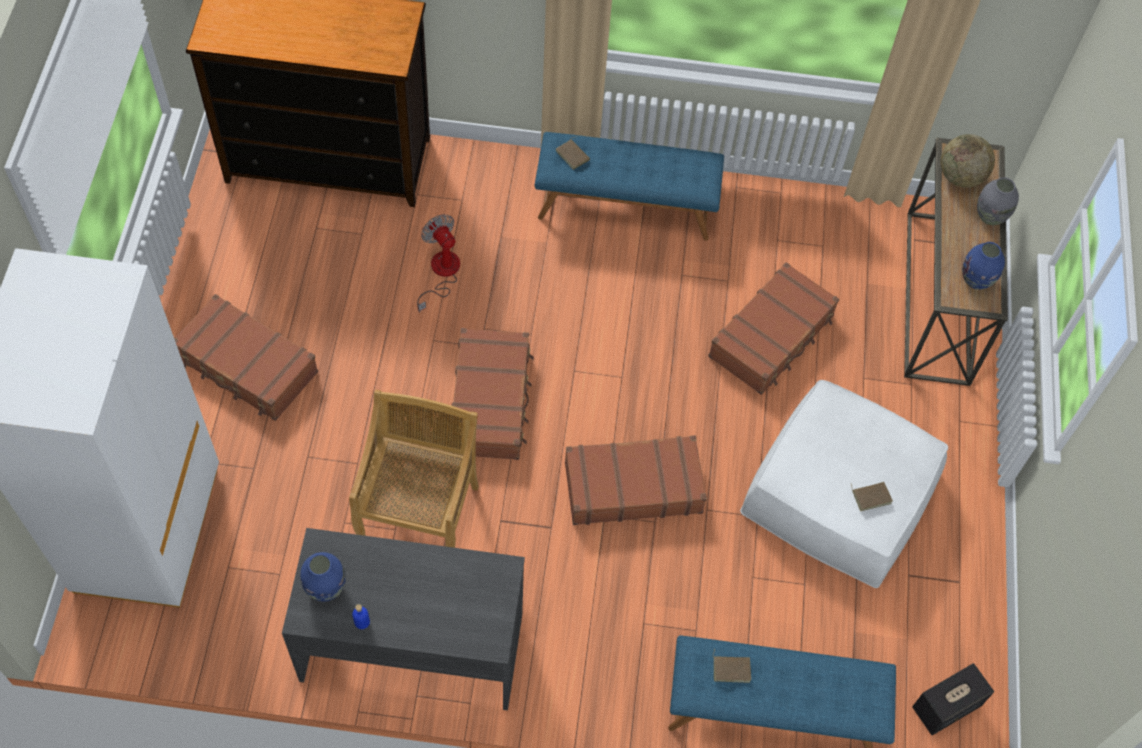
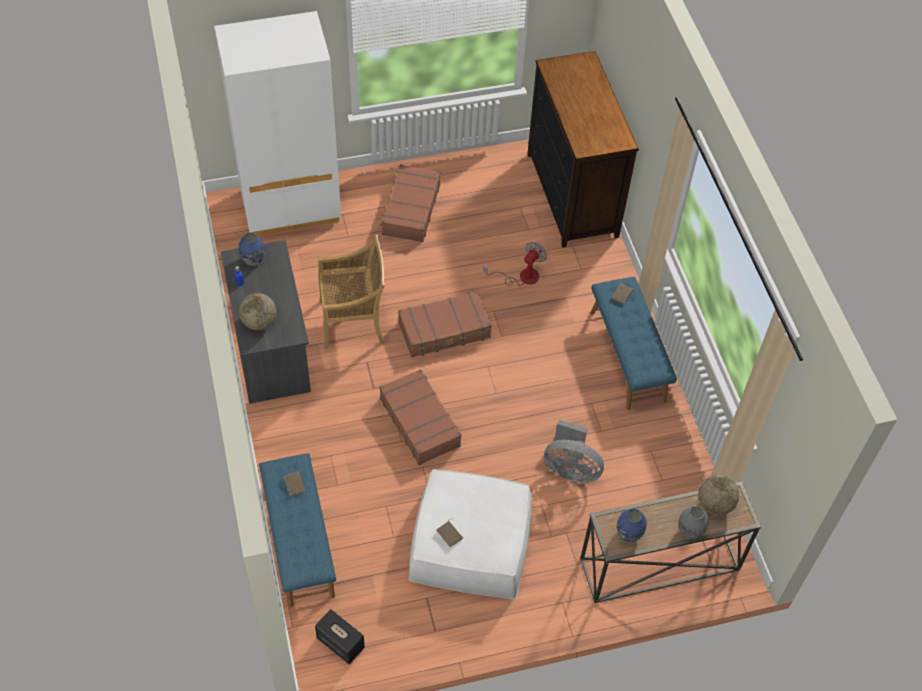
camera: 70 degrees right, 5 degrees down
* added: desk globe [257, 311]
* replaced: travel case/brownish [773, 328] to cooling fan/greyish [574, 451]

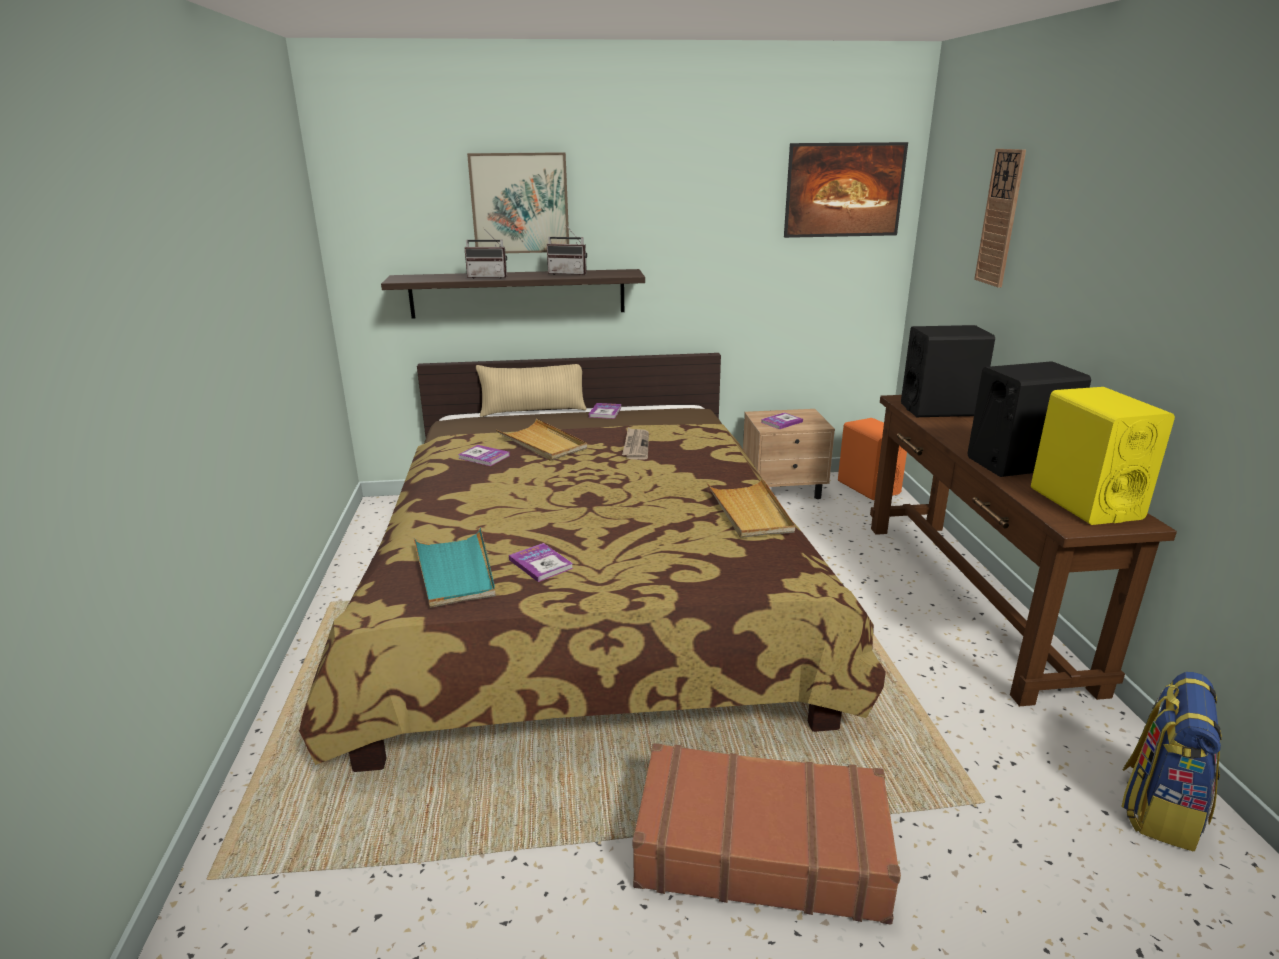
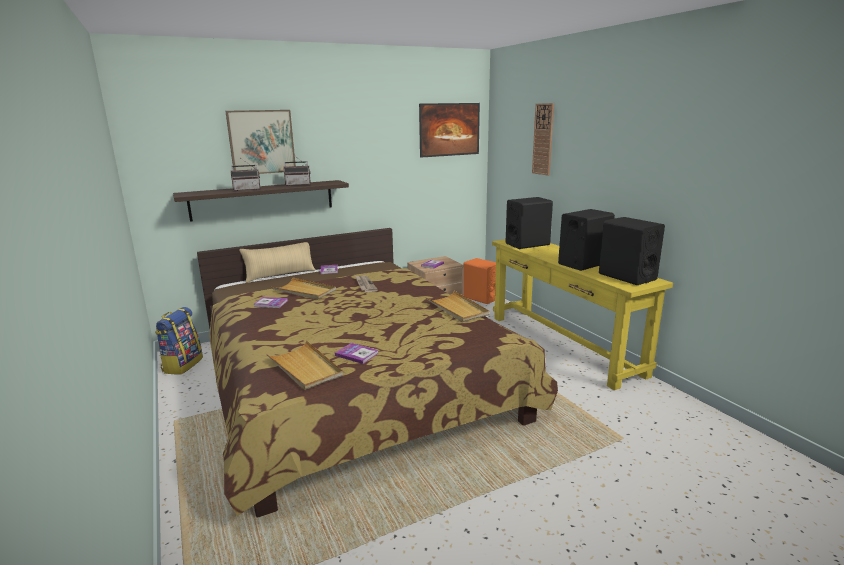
camera: 20 degrees left, 5 degrees down
* moved: knapsack [1171, 762] to [179, 341]
* recoloured: carrying tray/turquoise [454, 568] to carrying tray/beige-coloured [304, 365]
* recoloured: hall table/brownish [1023, 550] to hall table/yellow [582, 314]
* recoloured: speaker/yellow [1103, 456] to speaker/black-coloured [632, 251]
* removed: travel case/brownish [767, 834]

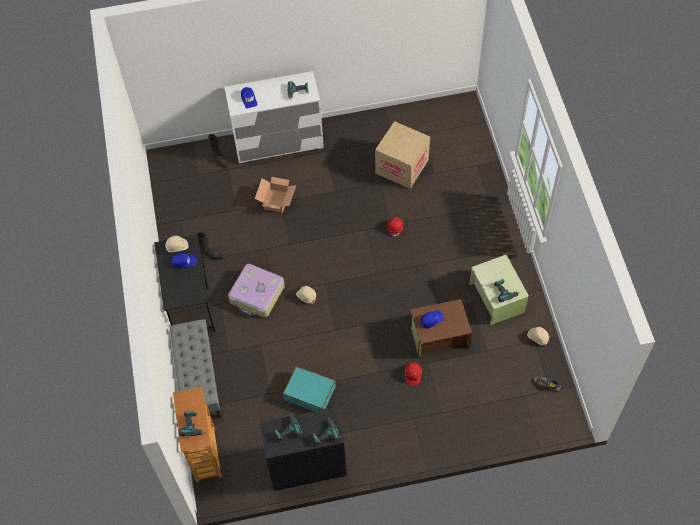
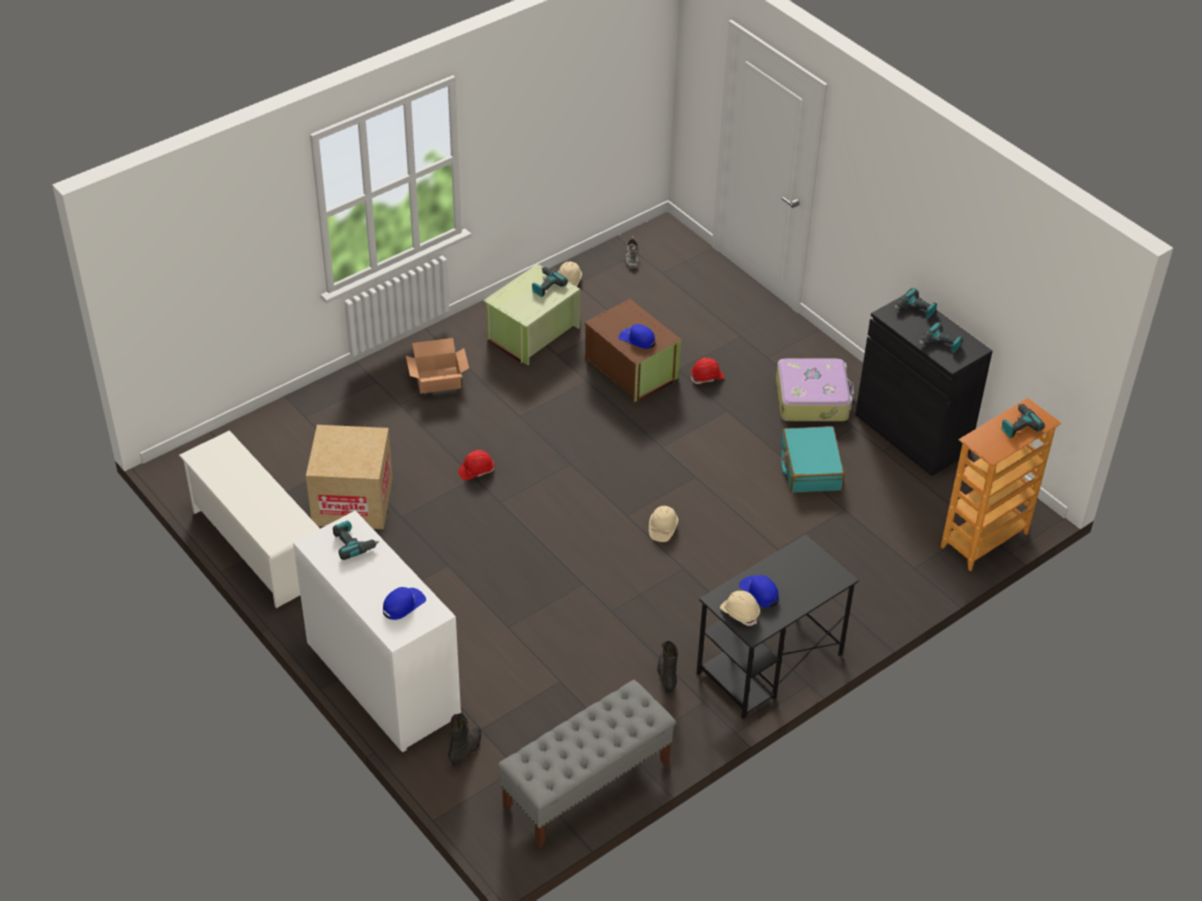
camera: 120 degrees left, 15 degrees down
* added: shoe rack/white [249, 519]
* moved: cardboard box [275, 195] to [437, 366]
* moved: long seat/greyish [196, 368] to [587, 764]
* moved: travel case [256, 291] to [815, 390]

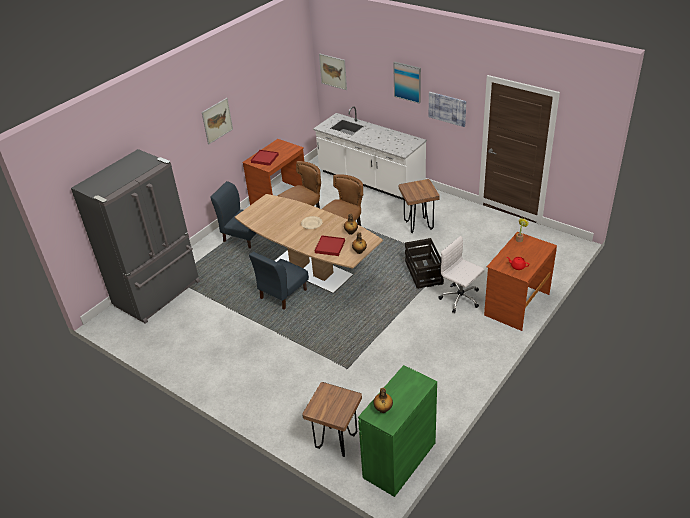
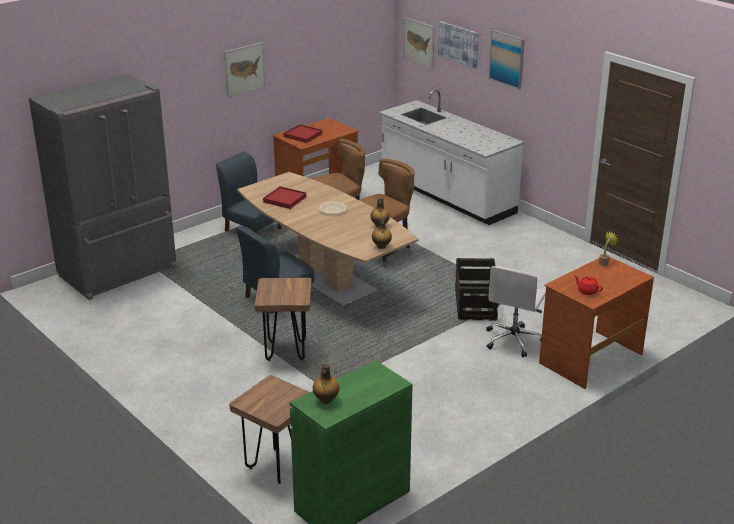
camera: 10 degrees right, 10 degrees down
* moved: sitting stool/brownish [419, 206] to [283, 319]
* moved: carrying tray/red [330, 245] to [284, 197]
* moved: wall art [447, 109] to [458, 45]
* turned: computer chair/white [462, 274] = [516, 311] 120 degrees counterclockwise

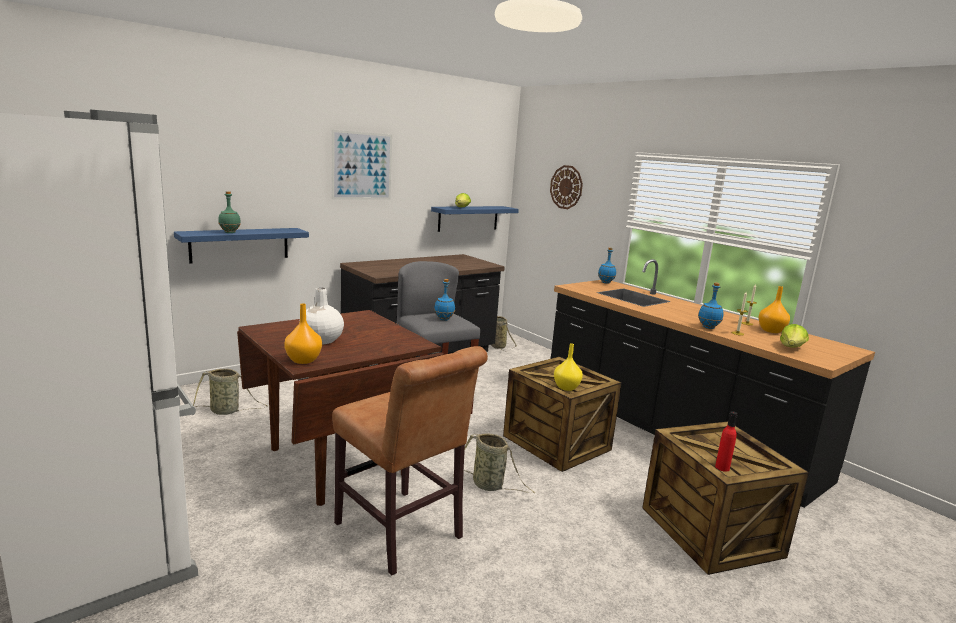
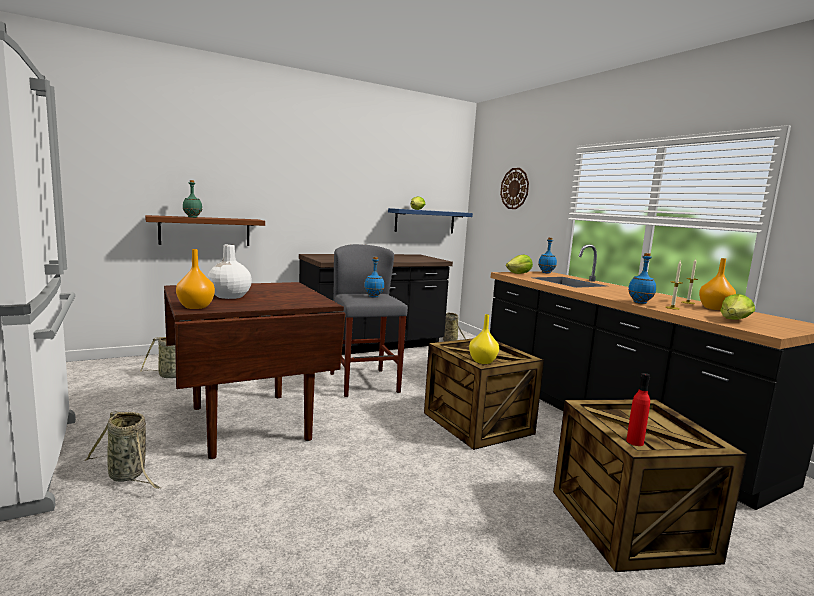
camera: 10 degrees right, 5 degrees down
* moved: storage basket [494, 463] to [123, 450]
* recoloured: shelf/bluish [241, 246] to shelf/brownish [205, 230]
* added: head of lettuce [519, 264]
* removed: wall art [362, 165]
* removed: plain chair/brownish [410, 460]

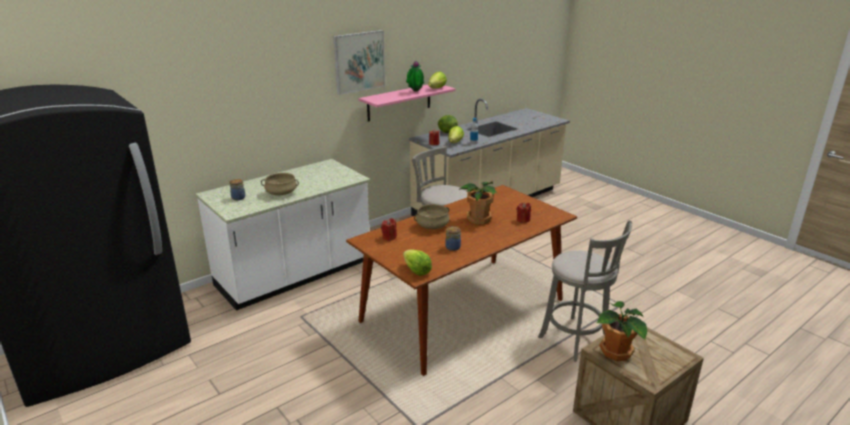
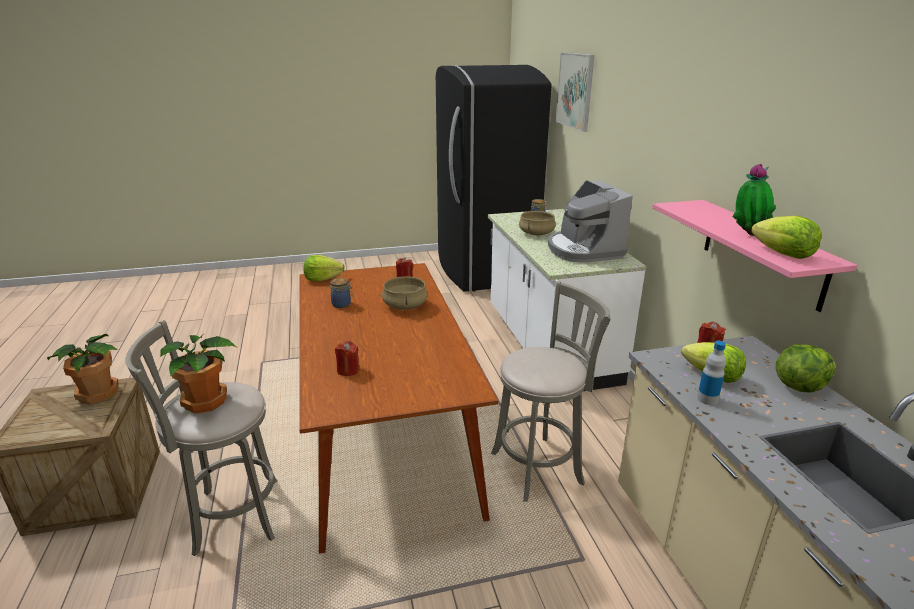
camera: 115 degrees right, 0 degrees up
* moved: plant in a pot [477, 203] to [198, 373]
* added: coffee brewer [590, 221]
* moved: wall art [359, 62] to [575, 92]

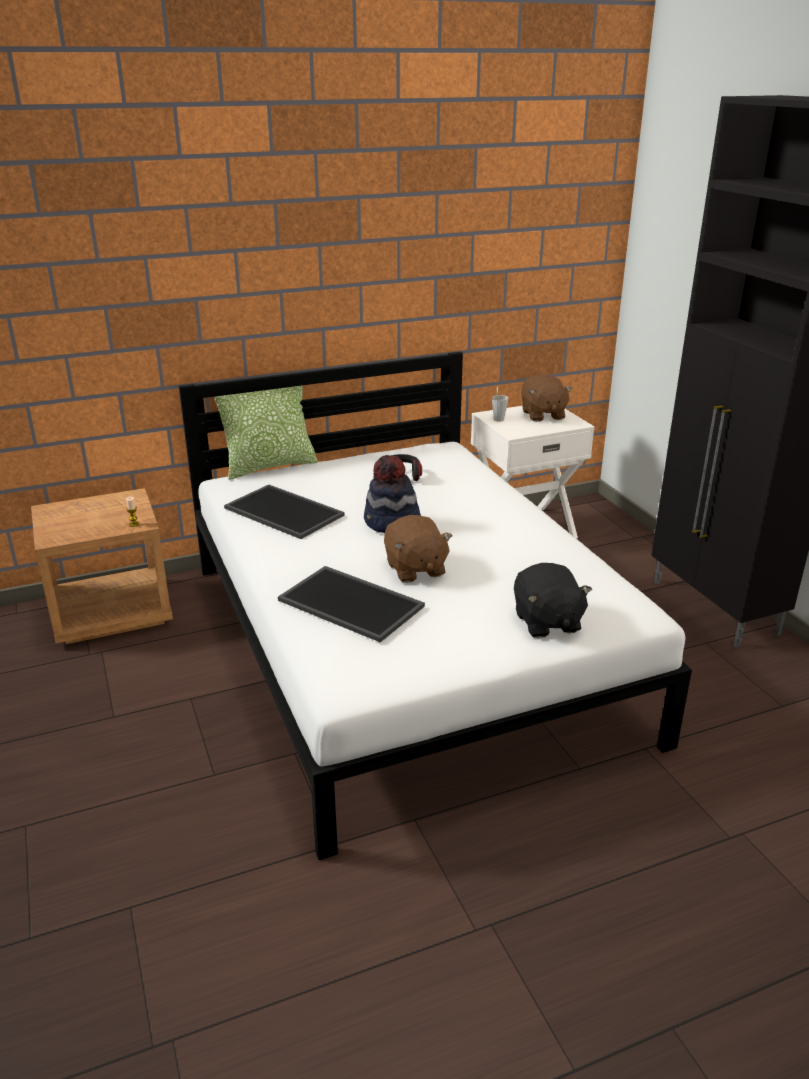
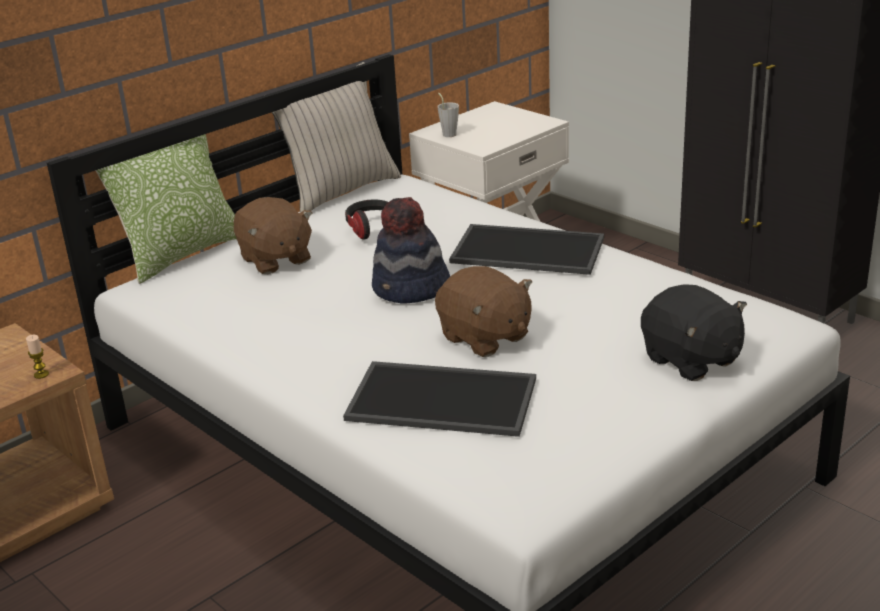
camera: 20 degrees left, 0 degrees up
* moved: cuddly toy/brownish [547, 398] to [273, 235]
* added: throw pillow/beige-coloured [336, 137]
* moved: carrying tray [284, 511] to [526, 249]

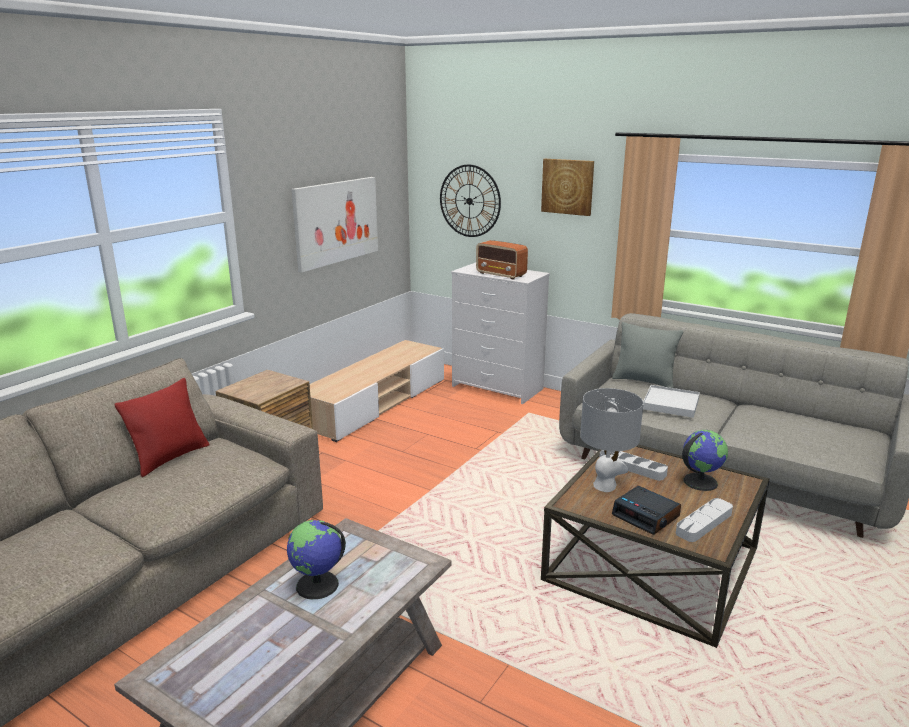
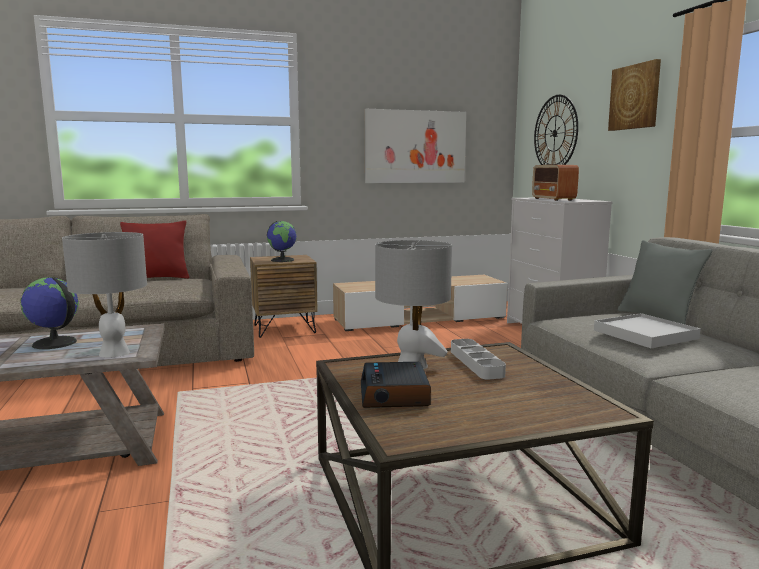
camera: 40 degrees right, 10 degrees down
* added: tabletop lamp/greyish [104, 295]
* moved: desk globe [705, 460] to [281, 241]
* removed: carrying tray/greyish [704, 520]

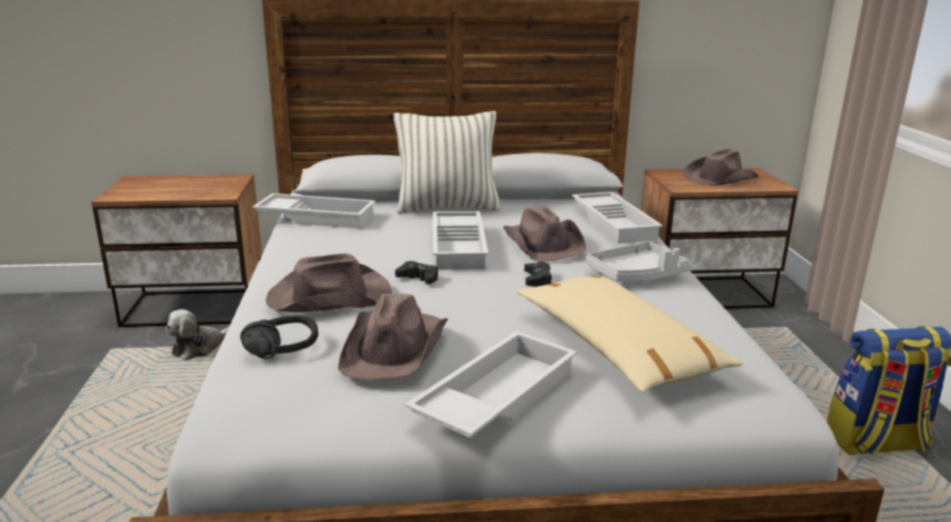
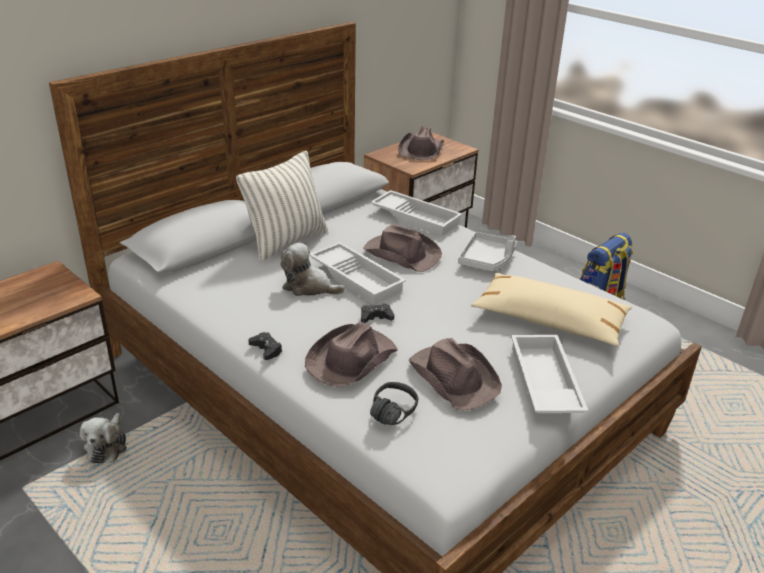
camera: 40 degrees left, 10 degrees up
* moved: gamepad/black-coloured [538, 274] to [265, 346]
* added: cuddly toy [312, 269]
* removed: carrying tray/white [313, 211]

